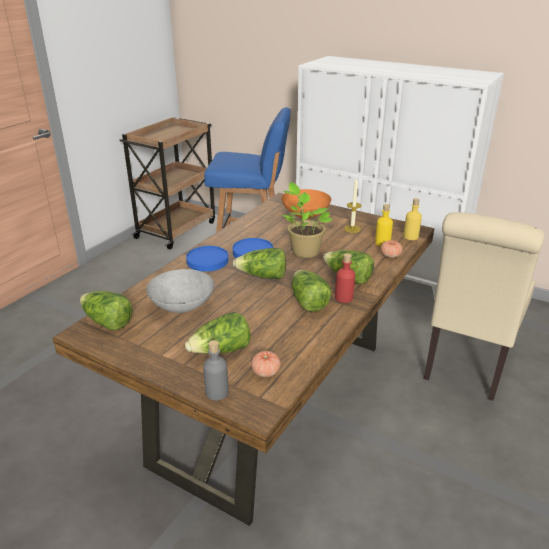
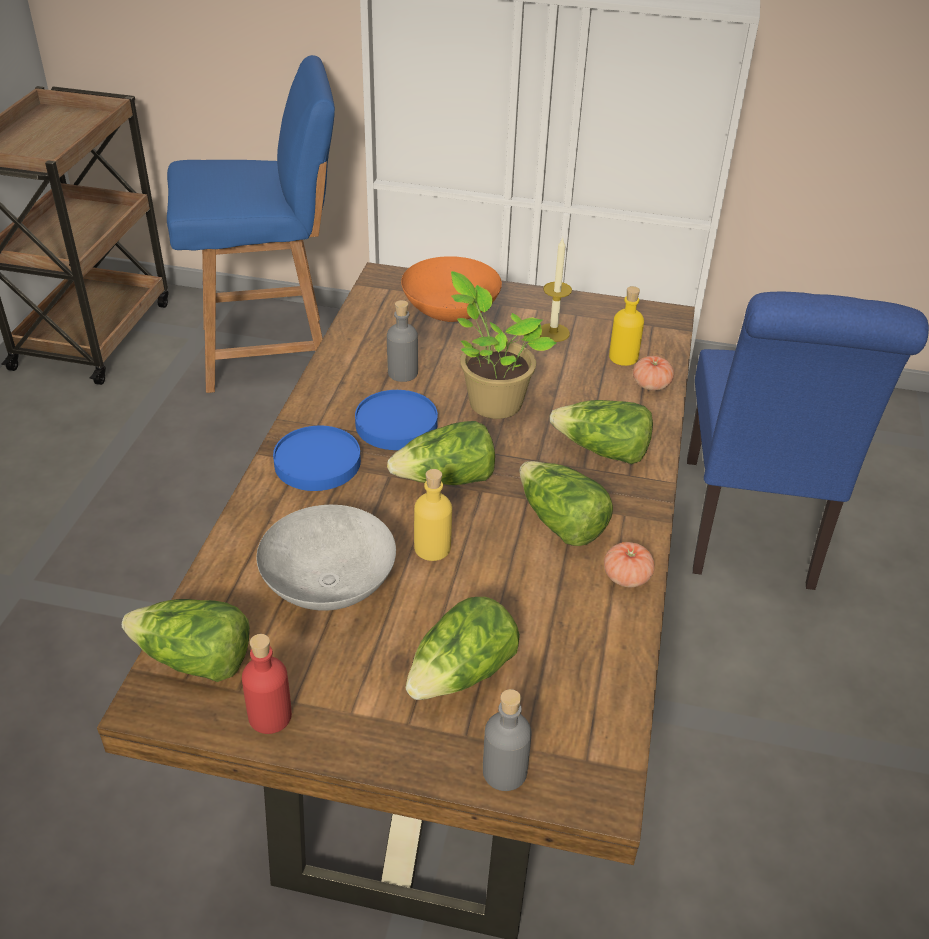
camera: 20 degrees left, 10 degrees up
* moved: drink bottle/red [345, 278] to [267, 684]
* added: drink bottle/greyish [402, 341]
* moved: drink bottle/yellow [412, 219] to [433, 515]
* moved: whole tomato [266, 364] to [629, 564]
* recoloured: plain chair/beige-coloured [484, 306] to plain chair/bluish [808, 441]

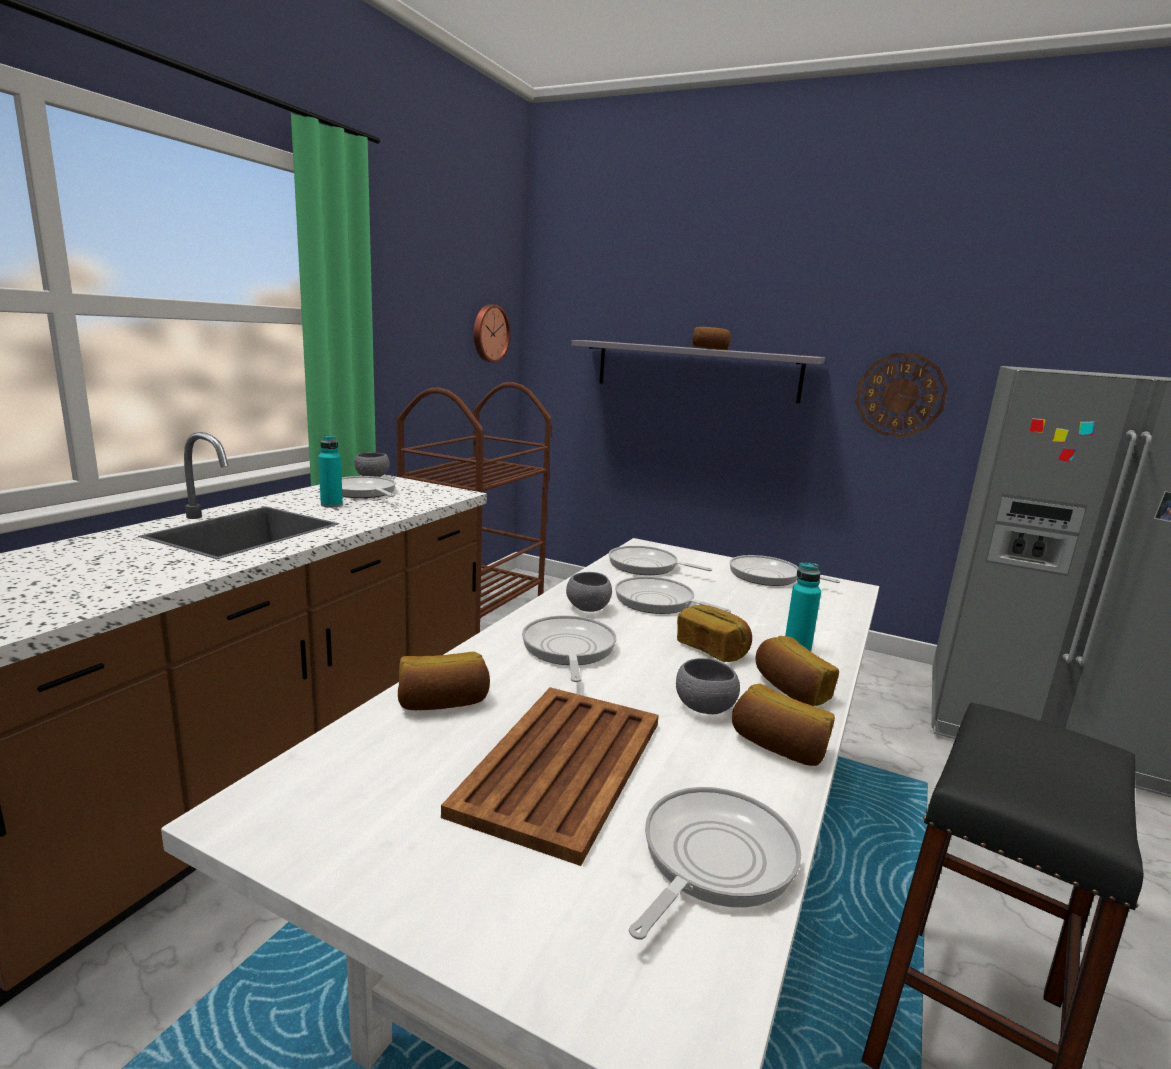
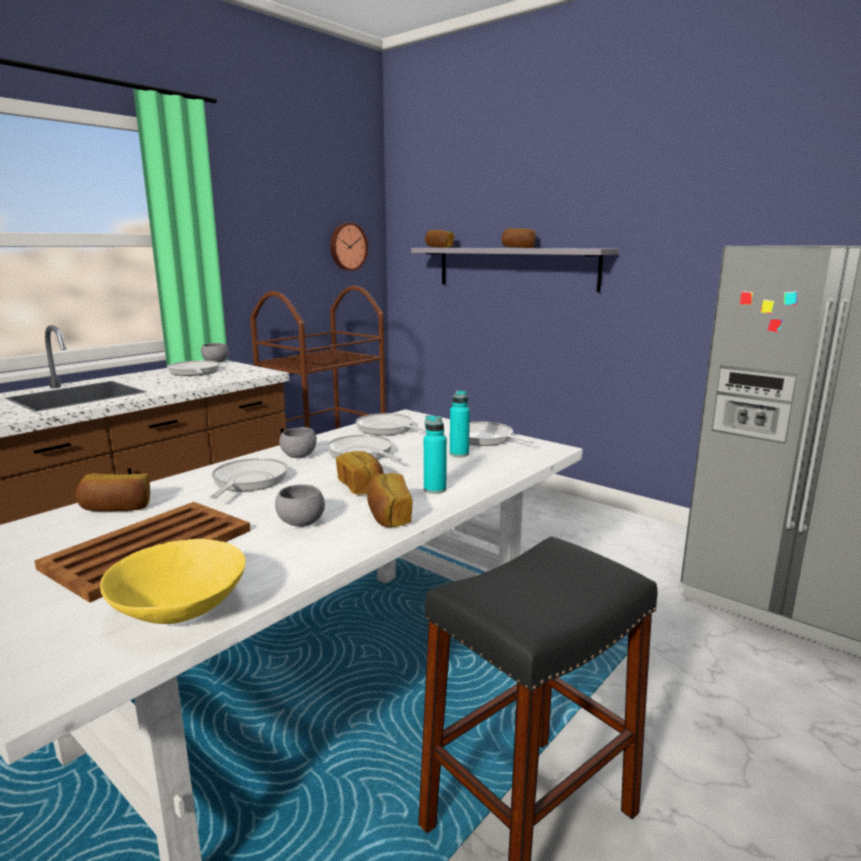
camera: 15 degrees right, 0 degrees up
* replaced: skillet [715, 863] to serving bowl/yellow [172, 581]
* moved: bakery bread [783, 725] to [439, 239]
* moved: drink bottle/turquoise [330, 471] to [460, 423]
* removed: wall clock [901, 395]

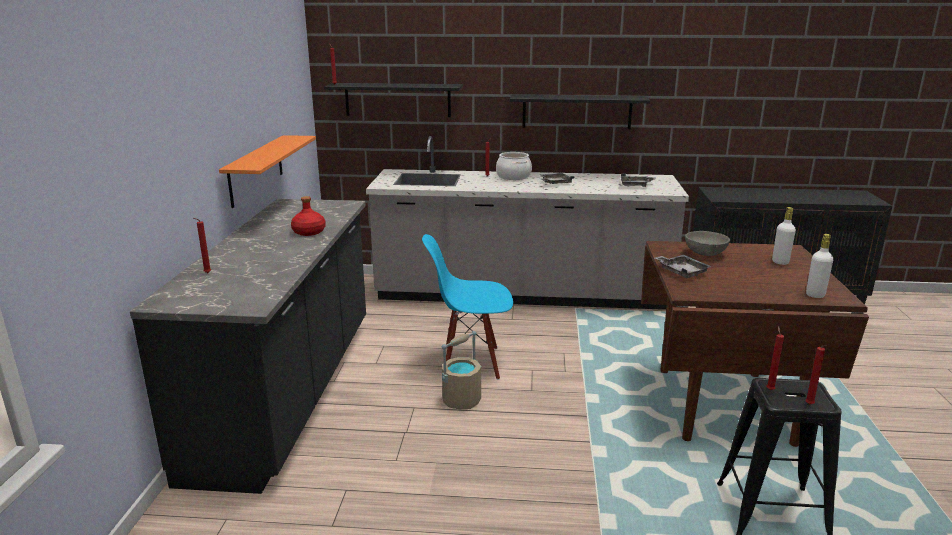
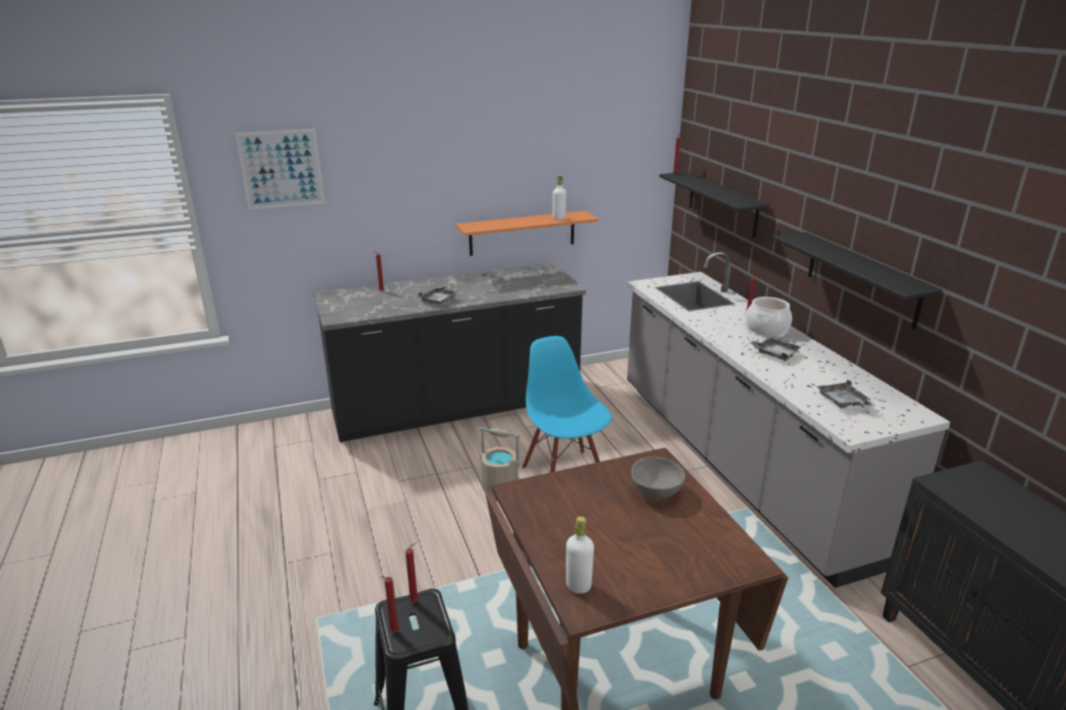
camera: 65 degrees right, 5 degrees up
* added: wall art [280, 169]
* moved: carrying tray/greyish [683, 266] to [438, 295]
* moved: drink bottle/white [784, 236] to [559, 197]
* removed: drink bottle/red [308, 216]

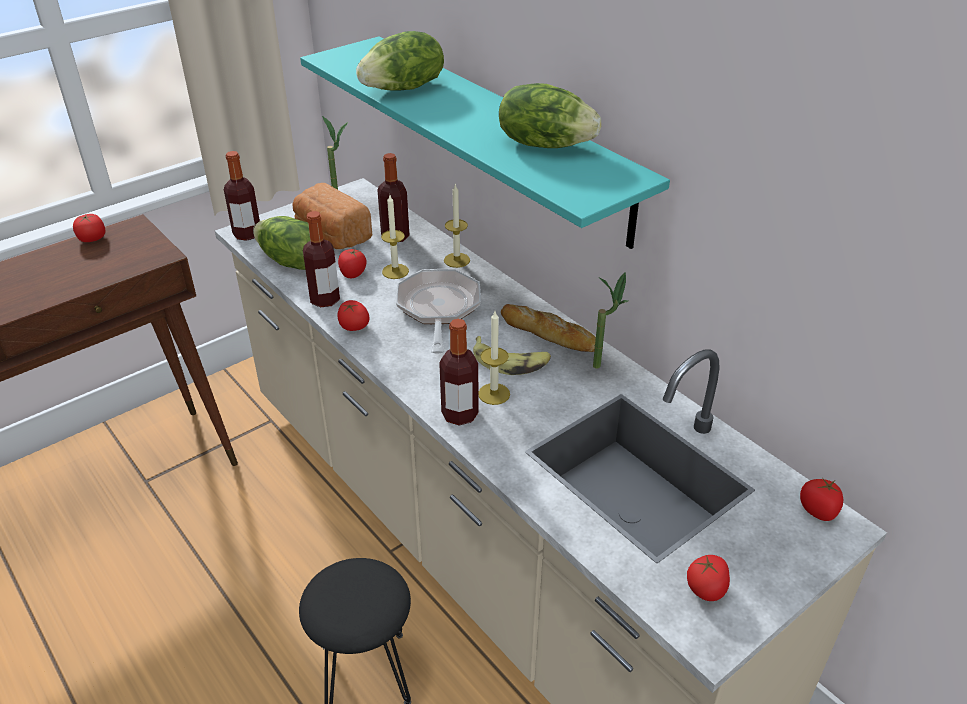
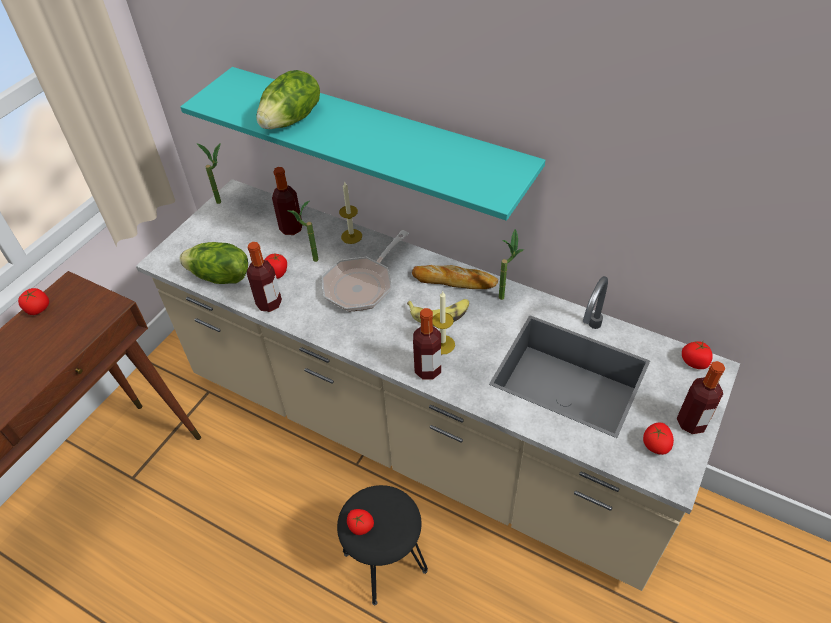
camera: 20 degrees left, 10 degrees up
* replaced: wax light [395, 237] to plant in a pot [303, 231]
* turned: skillet [438, 311] = [365, 271] 120 degrees counterclockwise
* moved: whole tomato [353, 315] to [360, 522]
* moved: drink bottle [242, 196] to [701, 397]
* removed: bakery bread [332, 216]
* removed: head of lettuce [550, 115]

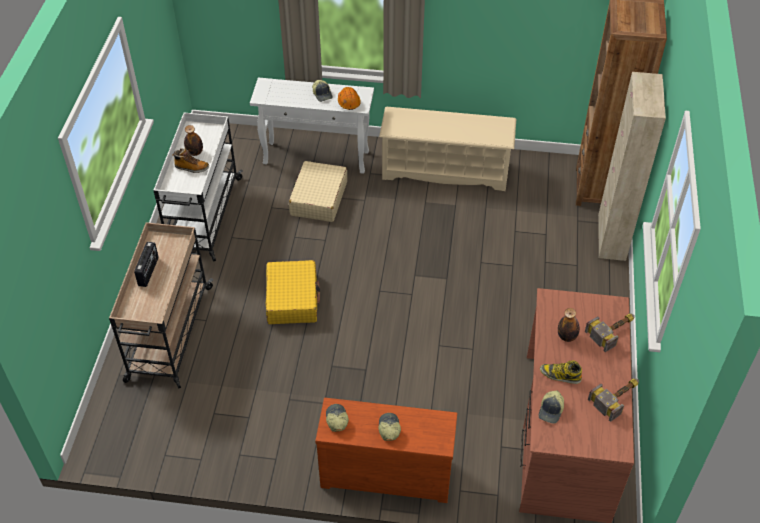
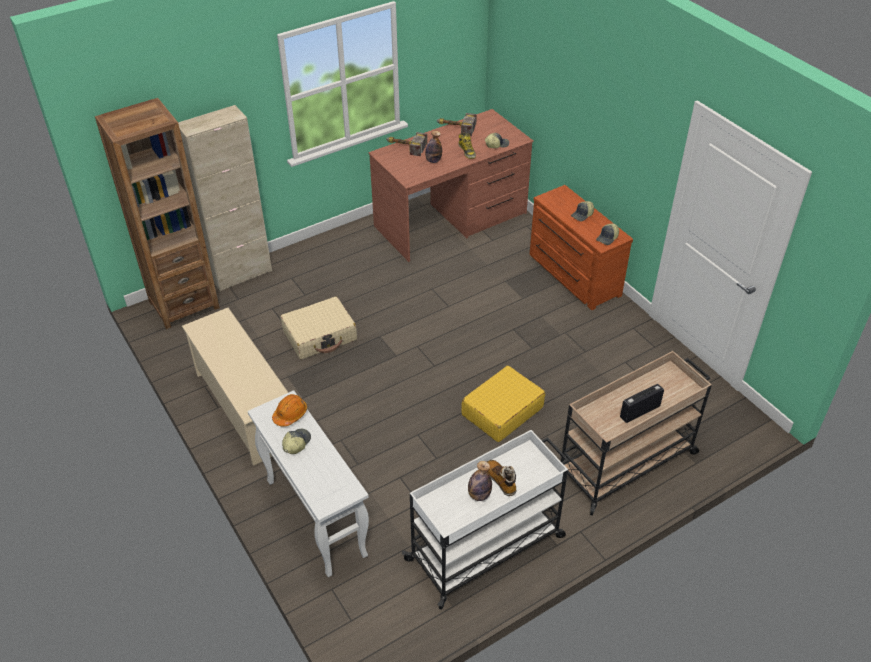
camera: 130 degrees left, 5 degrees down
* moved: travel case/beige-coloured [318, 191] to [318, 328]

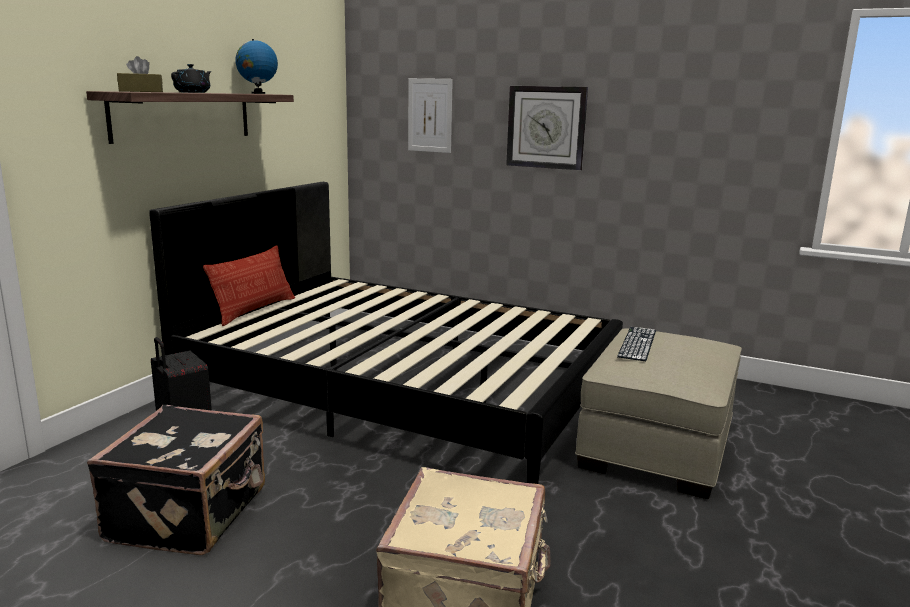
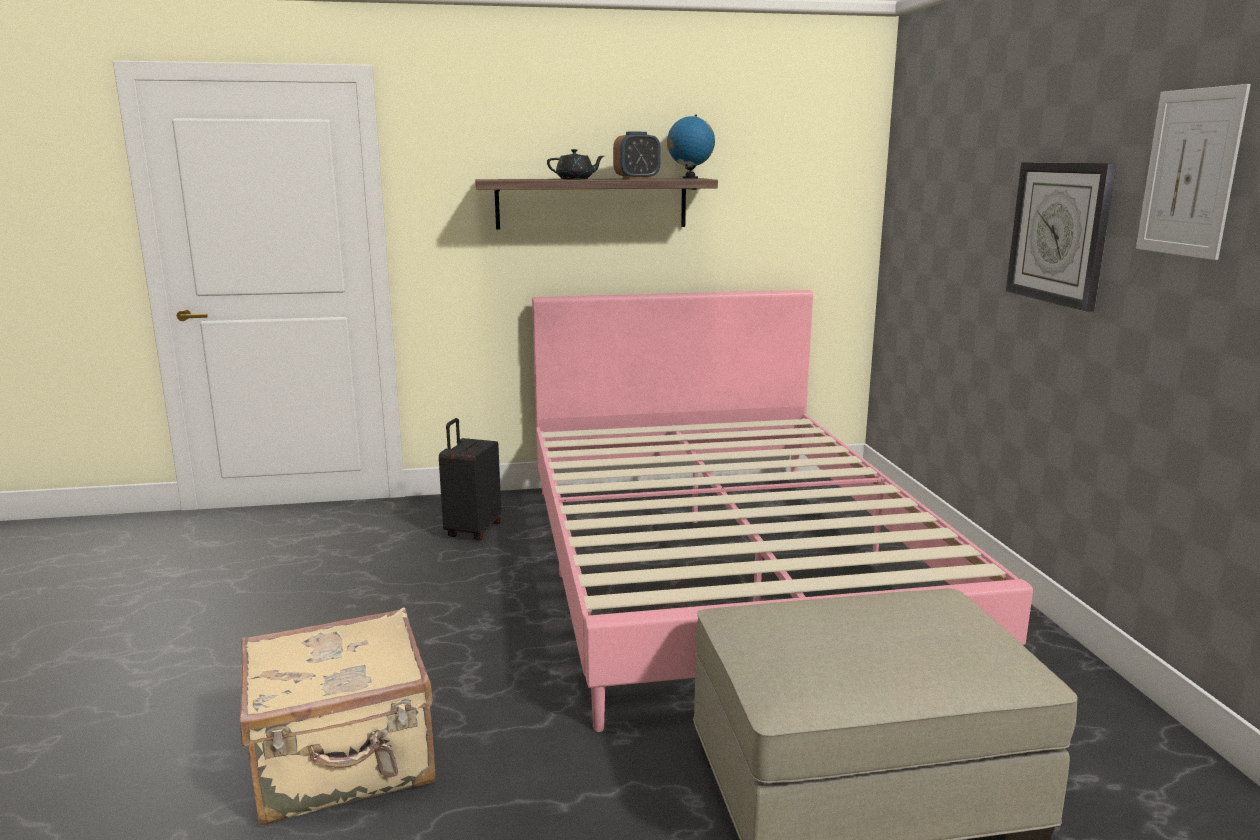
camera: 55 degrees right, 0 degrees up
* recoloured: sleeping bed/black-coloured [386, 333] to sleeping bed/pinkish [782, 511]
* added: bedside clock [637, 155]
* moved: wall art [430, 115] to [1193, 172]
* removed: travel case/black-coloured [176, 480]
* removed: box of tissues/brownish [140, 74]
* removed: throw pillow [249, 285]
* removed: PC keyboard [636, 344]

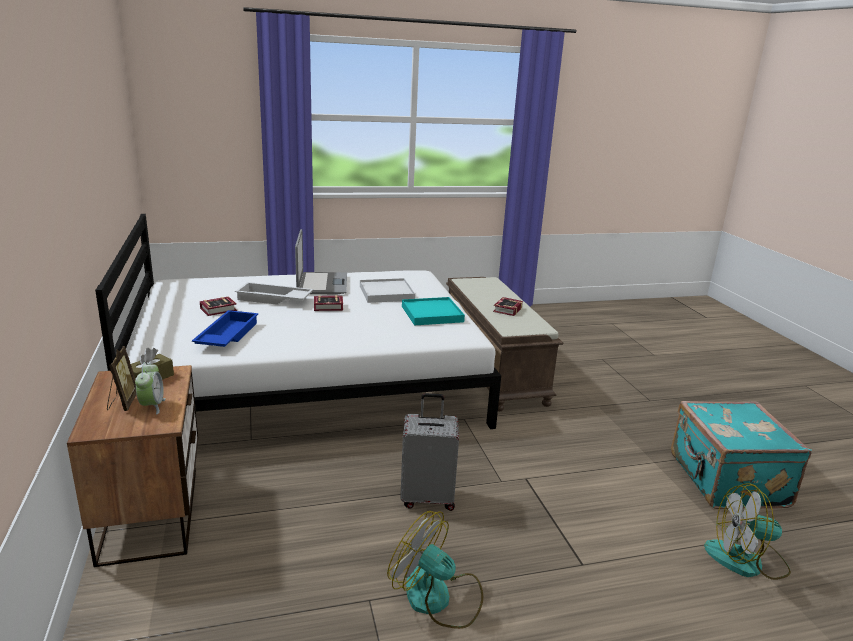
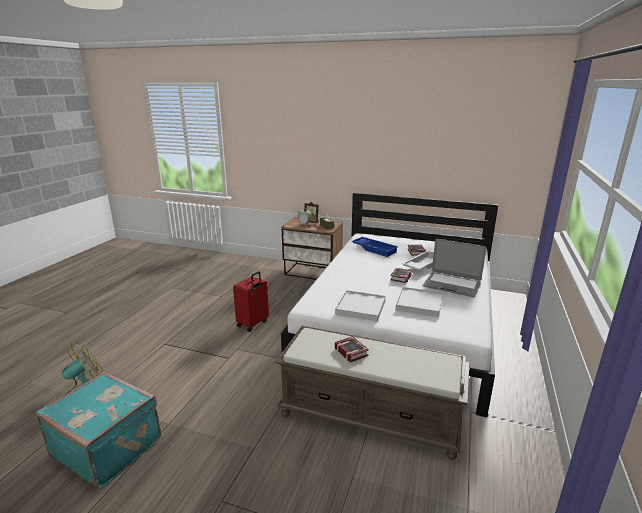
camera: 125 degrees right, 0 degrees up
* recoloured: travel case/greyish [429, 452] to travel case/red [251, 301]
* recoloured: carrying tray/turquoise [433, 311] to carrying tray/white [360, 305]
* removed: cooling fan [435, 570]

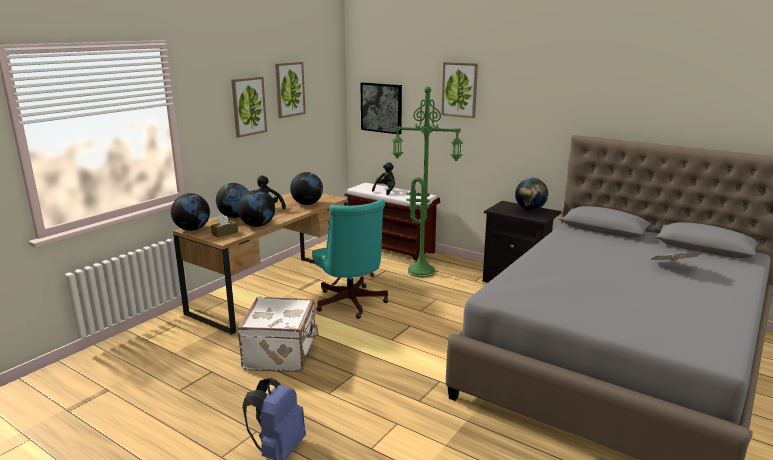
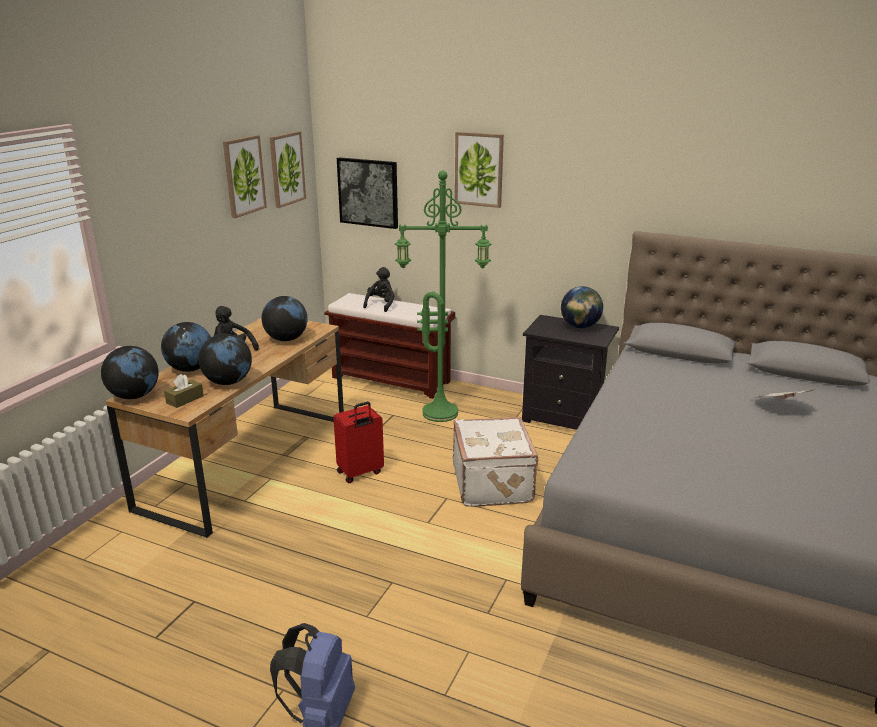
camera: 10 degrees left, 5 degrees up
* moved: wall art [249, 107] to [287, 169]
* replaced: computer chair/turquoise [350, 259] to travel case/red [358, 442]
* moved: travel case/white [277, 334] to [496, 462]

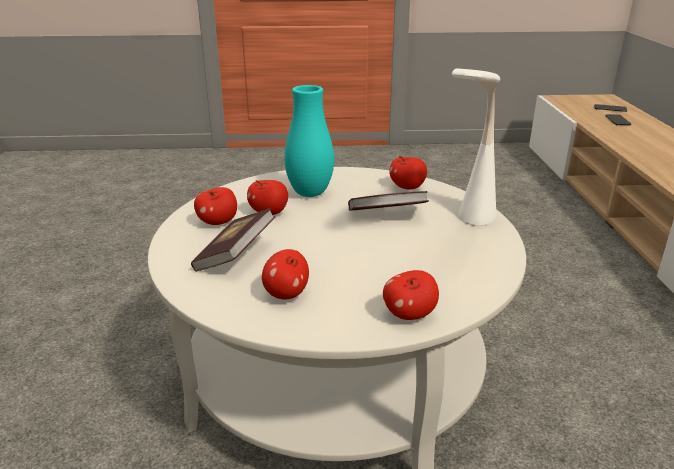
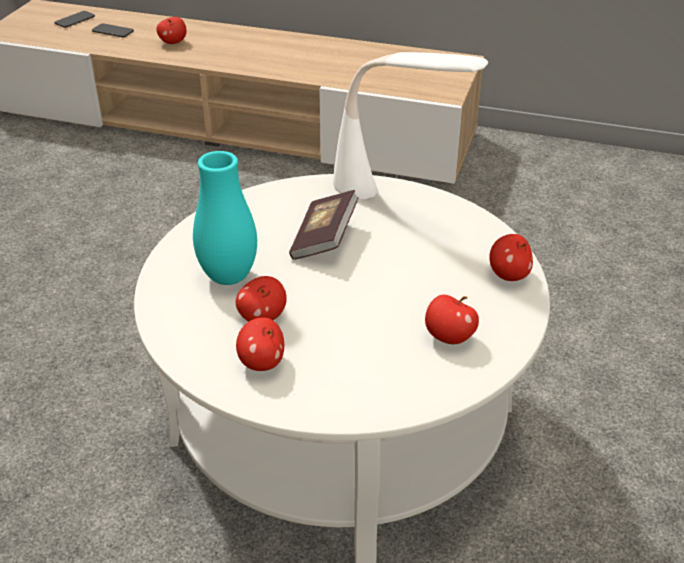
camera: 70 degrees left, 10 degrees up
* moved: apple fruit [408, 173] to [171, 30]
* removed: volume [233, 239]

